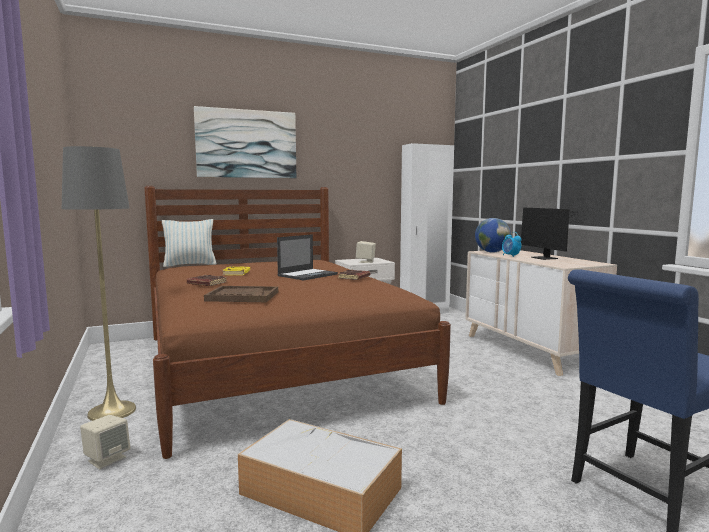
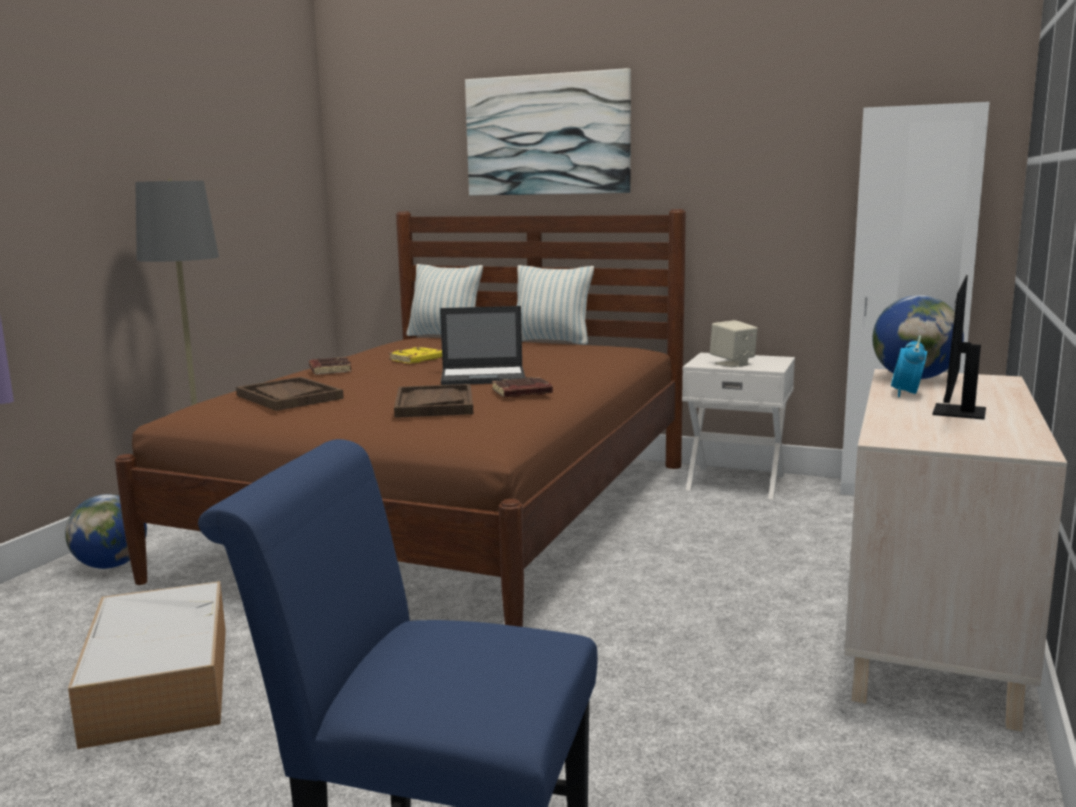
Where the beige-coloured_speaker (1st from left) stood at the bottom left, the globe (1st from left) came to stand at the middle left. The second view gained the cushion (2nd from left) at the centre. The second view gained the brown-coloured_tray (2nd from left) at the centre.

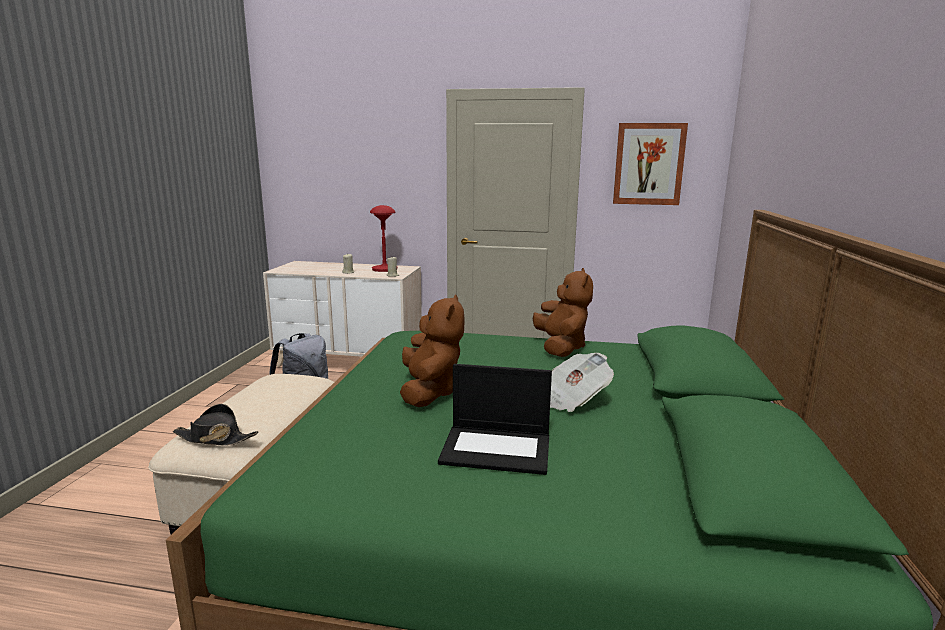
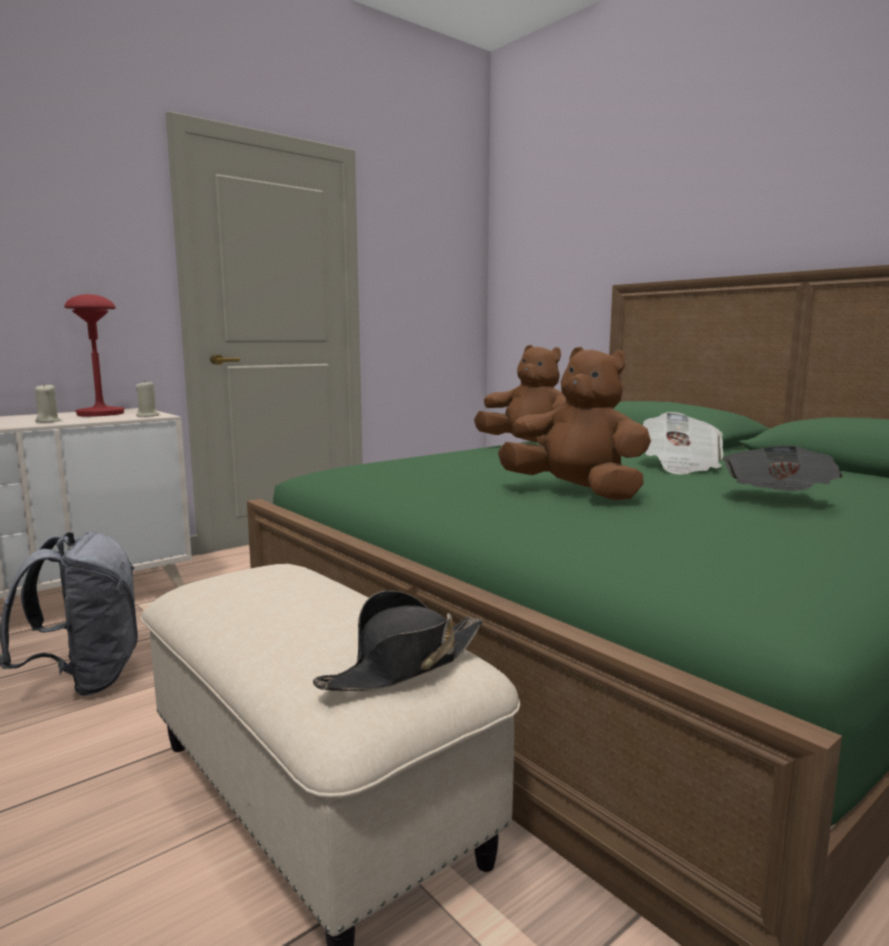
The second view lost the wall_art at the top right. Where the portable_computer stood at the centre, the printed_paper (2nd from left) came to stand at the middle right.

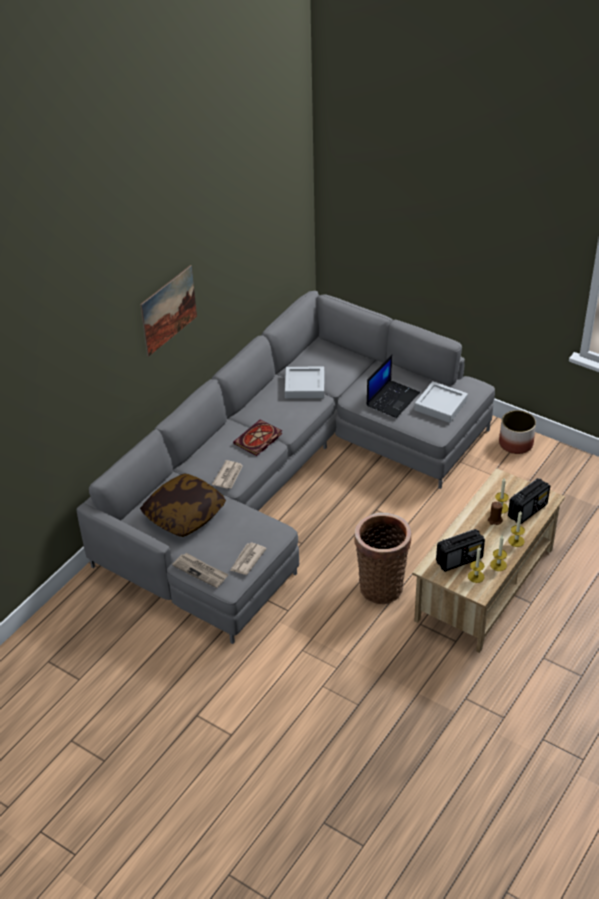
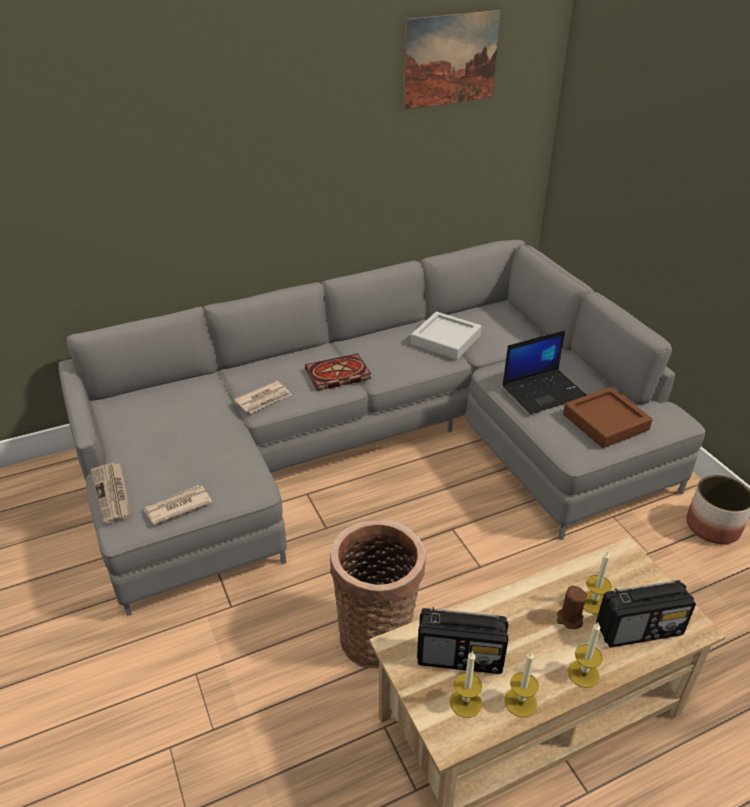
The wall_art ended up elsewhere, having gone from the middle left to the top centre. What was the greyish_tray (2nd from left) at the middle right turned into the brown-coloured_tray at the middle right. The second view lost the cushion at the middle left.

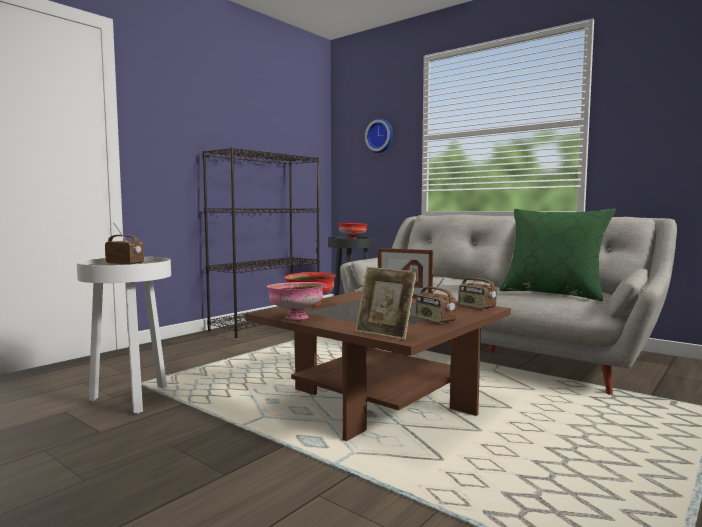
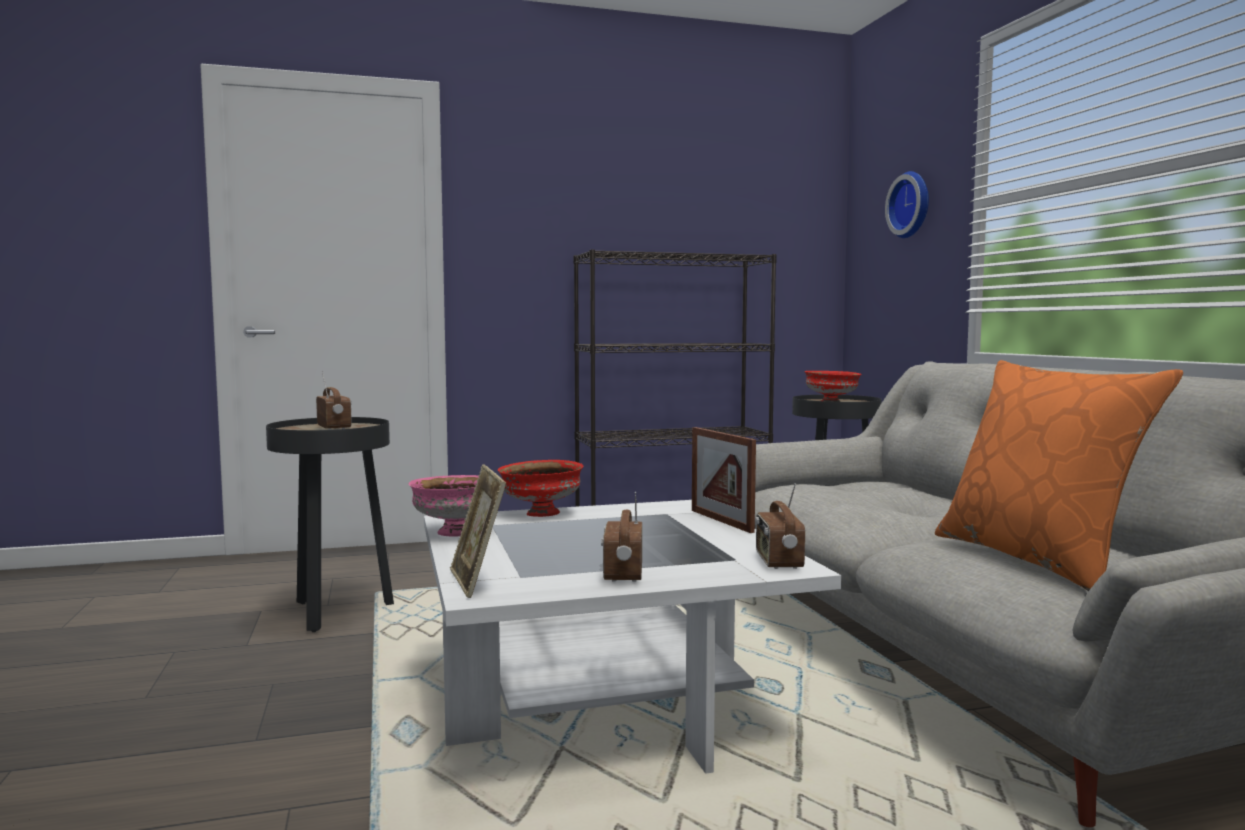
What was the greenish_cushion at the middle right turned into the orangey_cushion at the middle right. What was the white_end_table at the middle left turned into the black_end_table (1st from left) at the middle left. What was the brown-coloured_coffee_table at the bottom centre turned into the white_coffee_table at the bottom centre.

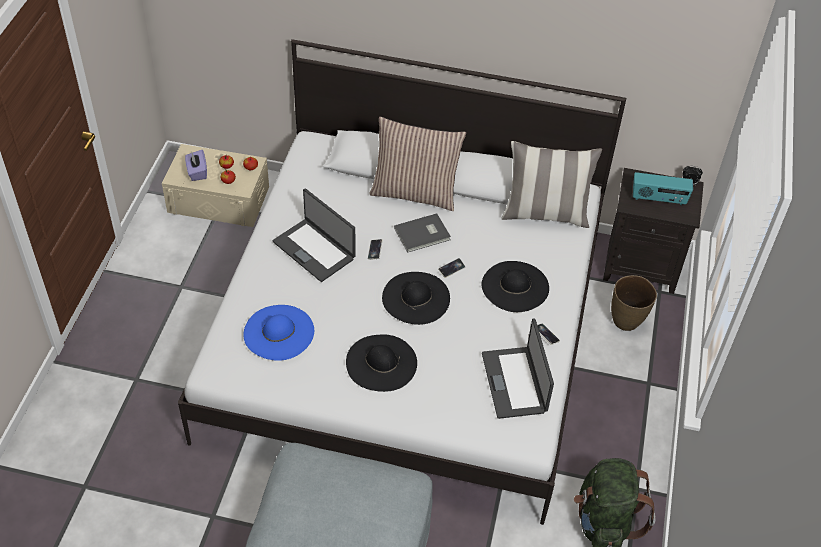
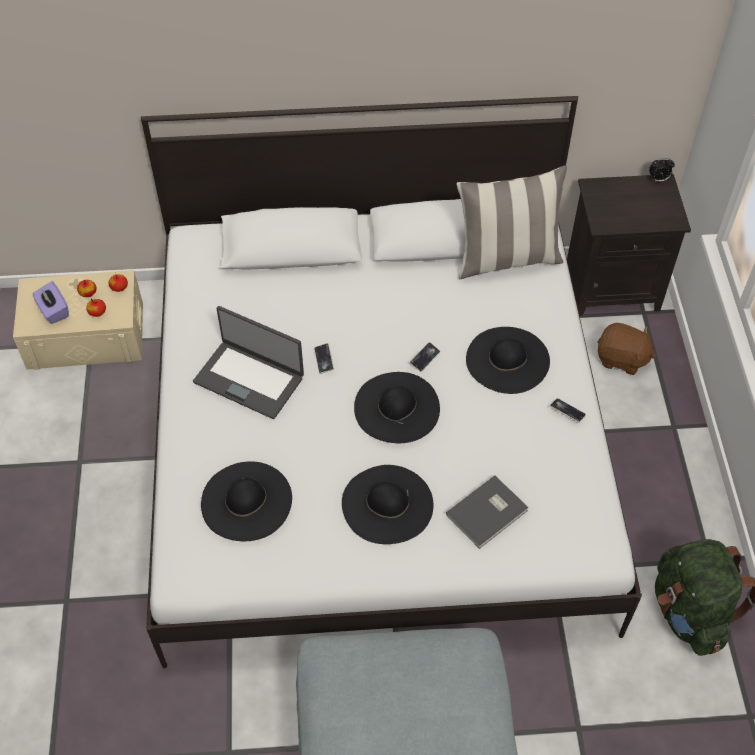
The second view lost the cushion (1st from left) at the top centre. The second view lost the radio at the middle right. The greyish_book ended up elsewhere, having gone from the centre to the bottom centre. Where the brown-coloured_vase stood at the middle right, the brown-coloured_soft_toy came to stand at the middle right. What was the bluish_wearable_hat at the centre turned into the black_wearable_hat (1st from left) at the middle left. The second view lost the portable_computer (2nd from left) at the bottom centre.

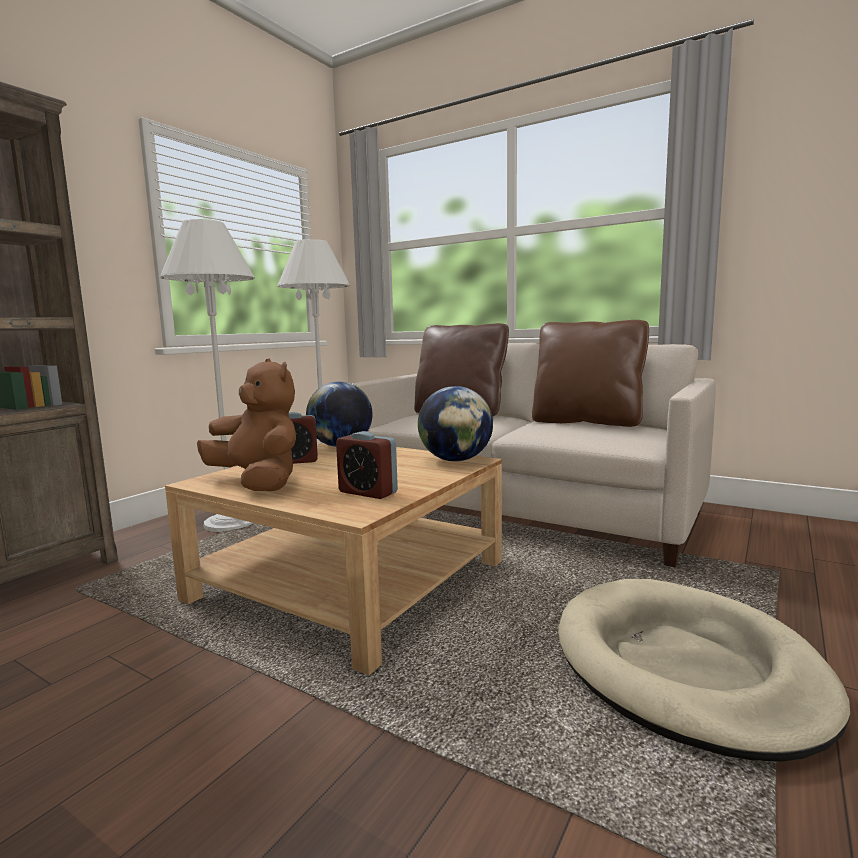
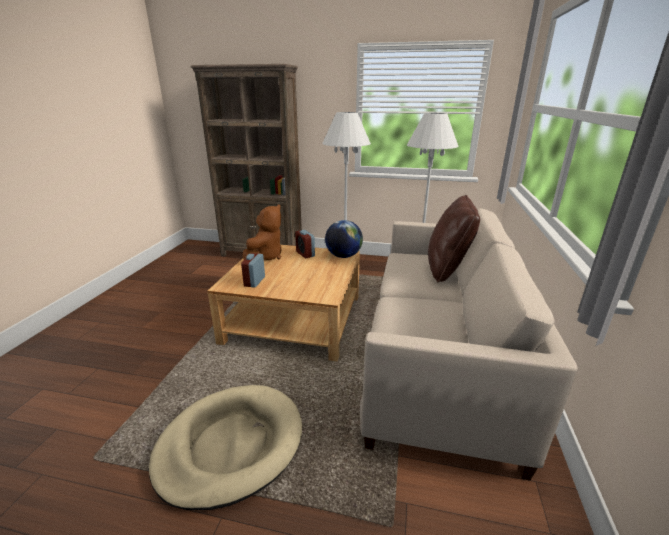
The second view lost the brown-coloured_cushion (2nd from left) at the middle right. The second view lost the globe (2nd from left) at the centre.

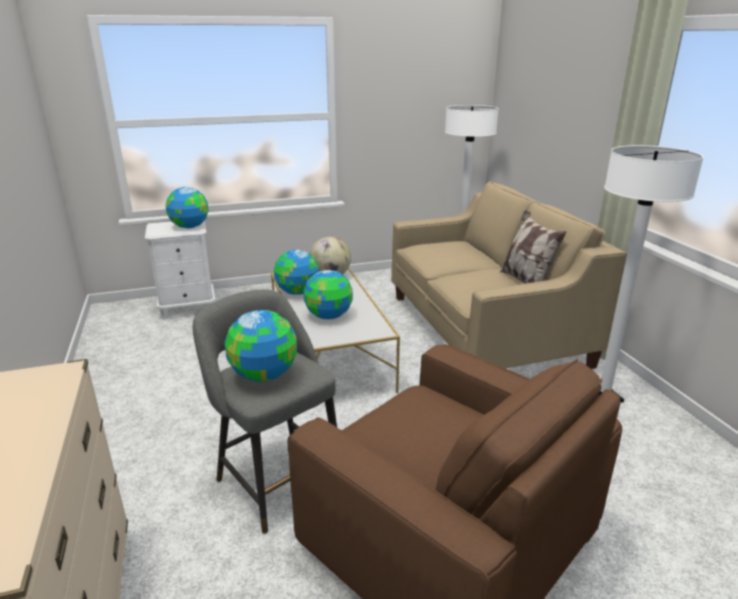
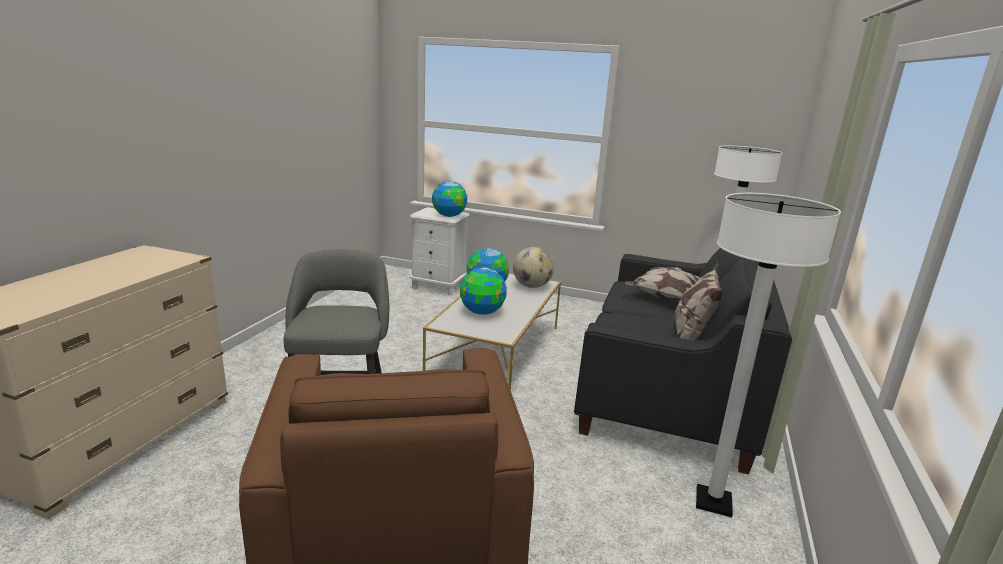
What was the beige-coloured_sofa at the middle right turned into the black_sofa at the middle right. The second view lost the globe (2nd from left) at the centre. The second view gained the cushion (1st from left) at the centre.

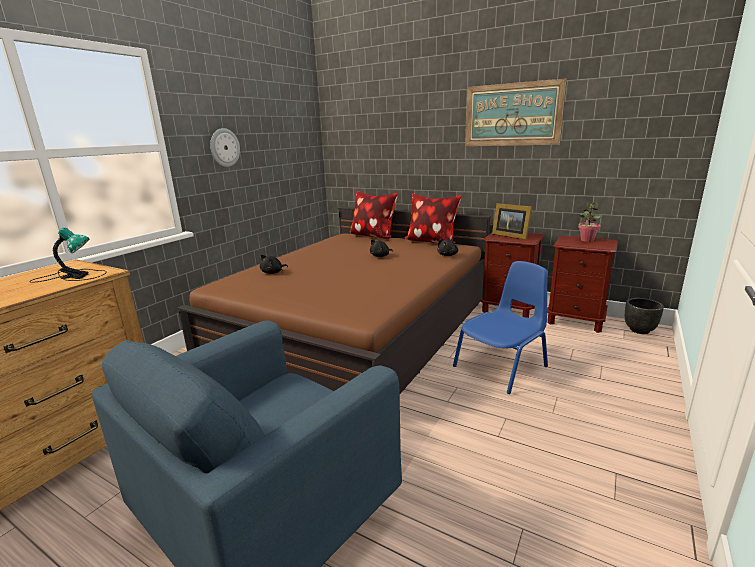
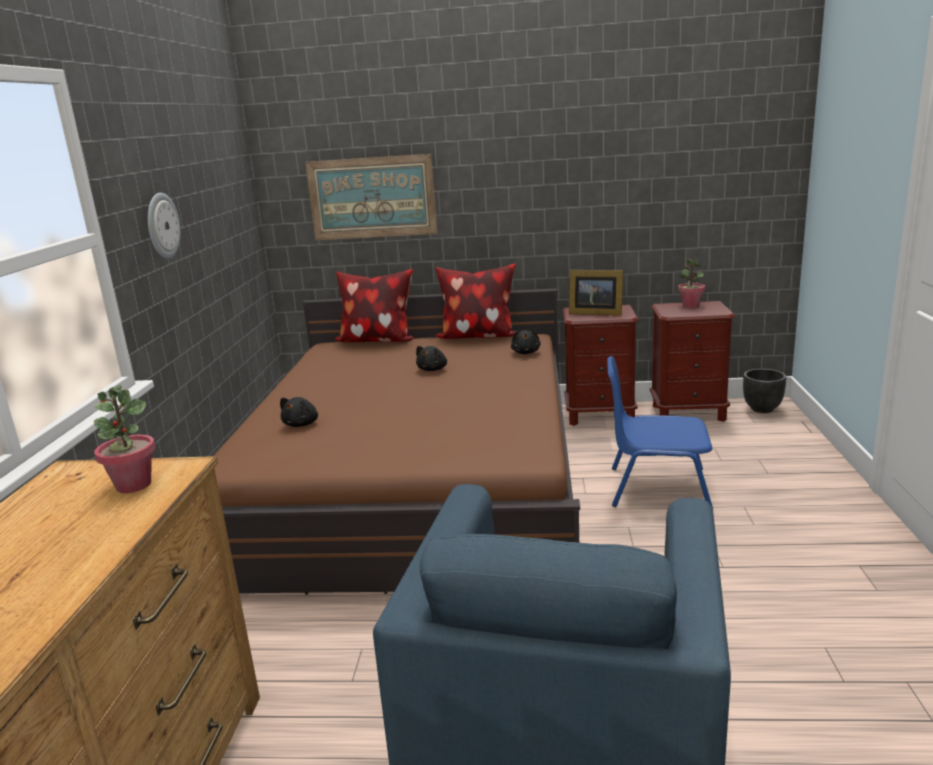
The wall_art ended up elsewhere, having gone from the top right to the top centre. Where the lamp_for_a_table stood at the middle left, the potted_plant (1st from left) came to stand at the middle left. The bluish_upright_chair at the centre ended up facing another way, 105 degrees counterclockwise from before.

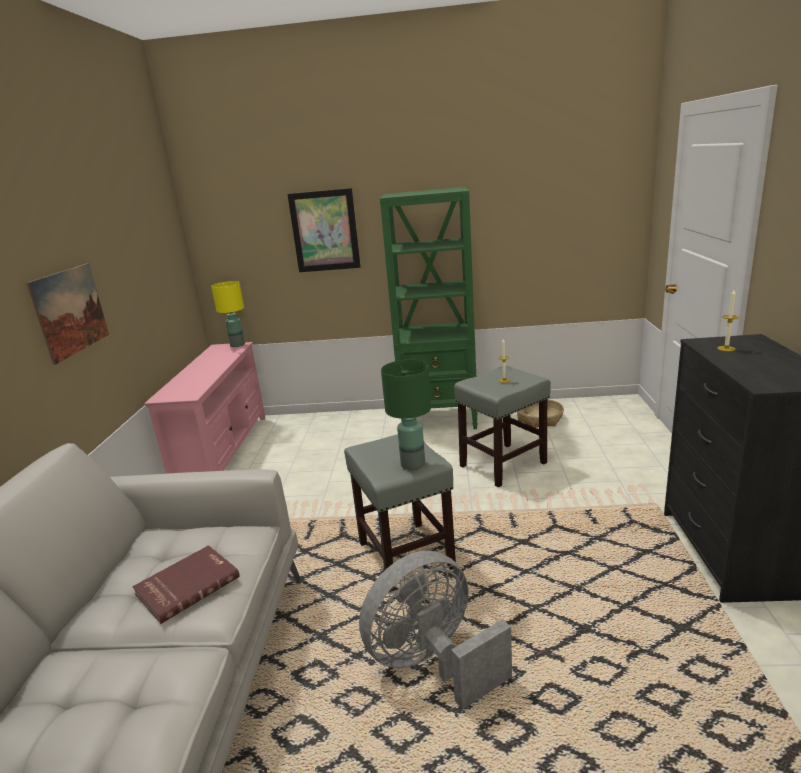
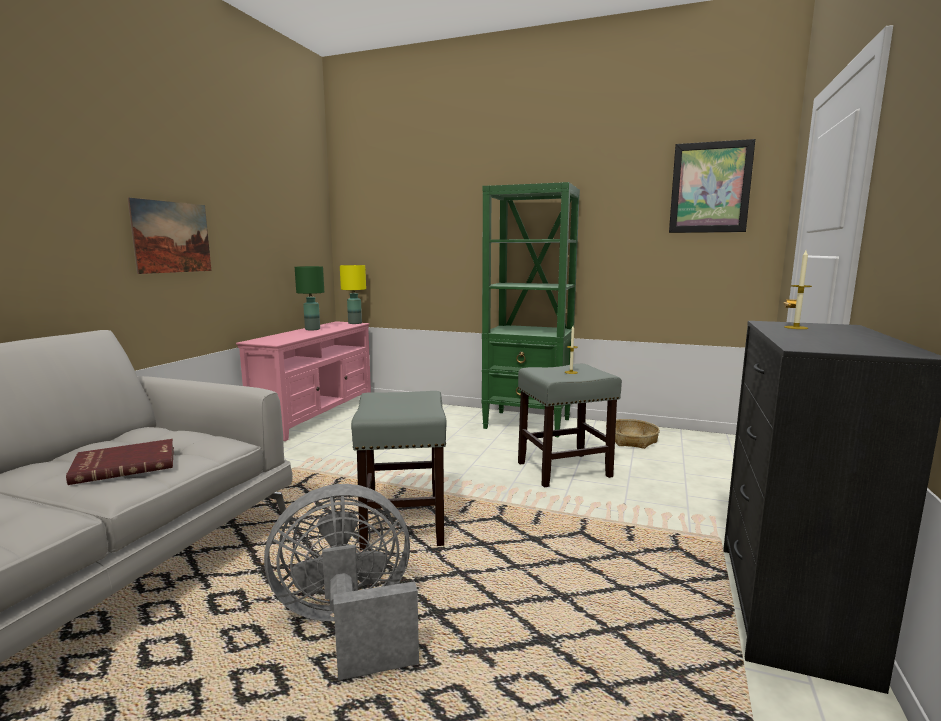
The wall_art (2nd from left) ended up elsewhere, having gone from the top centre to the top right. The greenish_lamp_for_a_table ended up elsewhere, having gone from the centre to the middle left.

